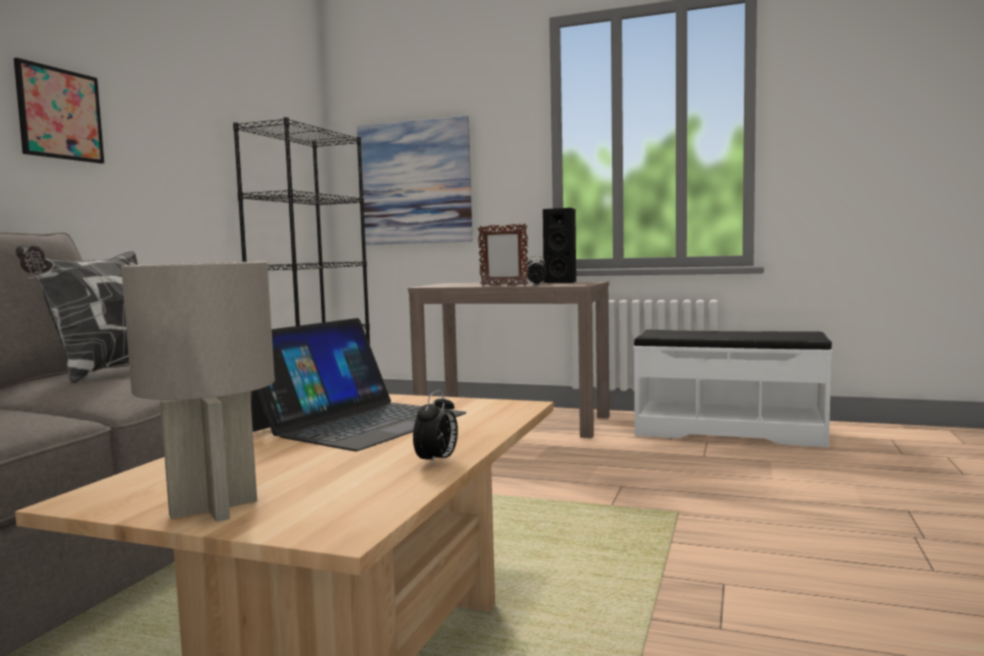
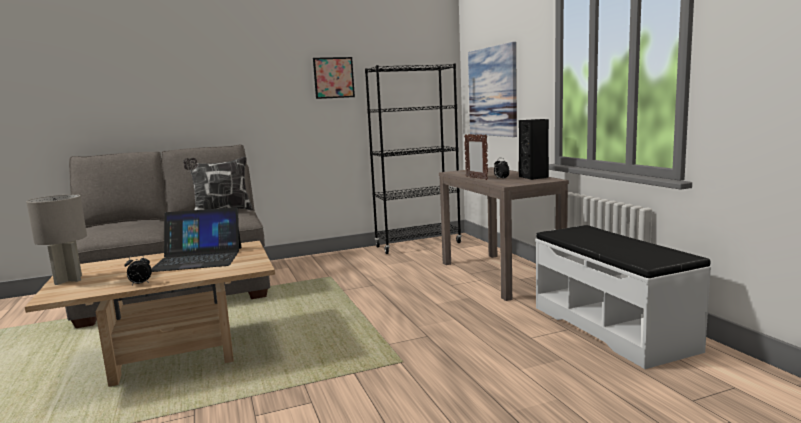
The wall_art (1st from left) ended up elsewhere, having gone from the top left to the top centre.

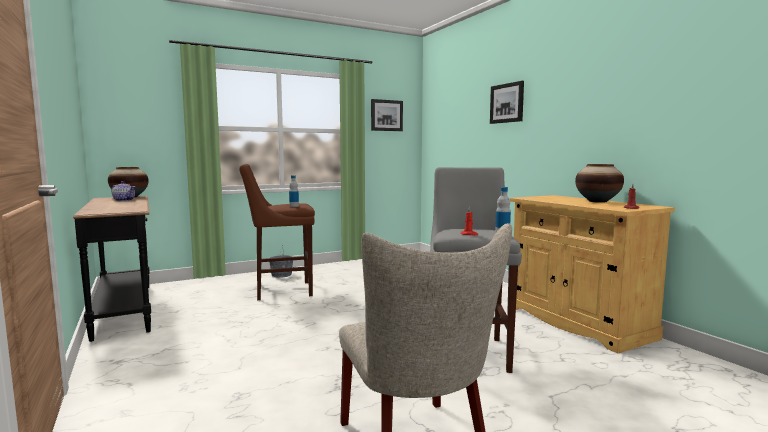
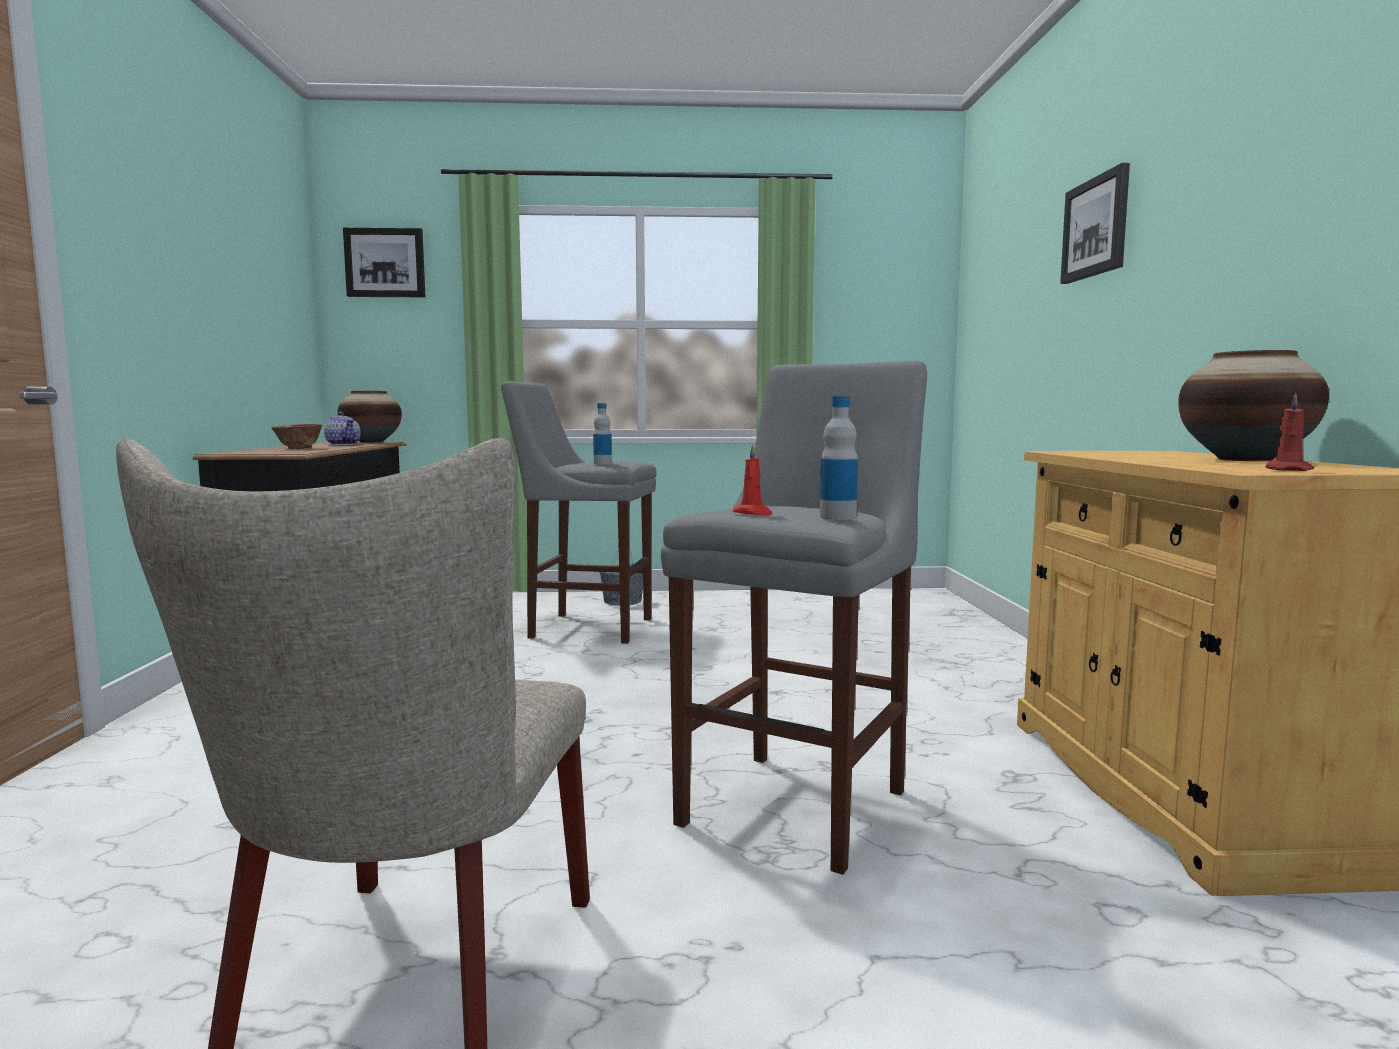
The wall_art (1st from left) ended up elsewhere, having gone from the top centre to the top left. What was the brown-coloured_sitting_stool at the centre turned into the greyish_sitting_stool (1st from left) at the centre. The second view gained the deep_dish at the middle left.

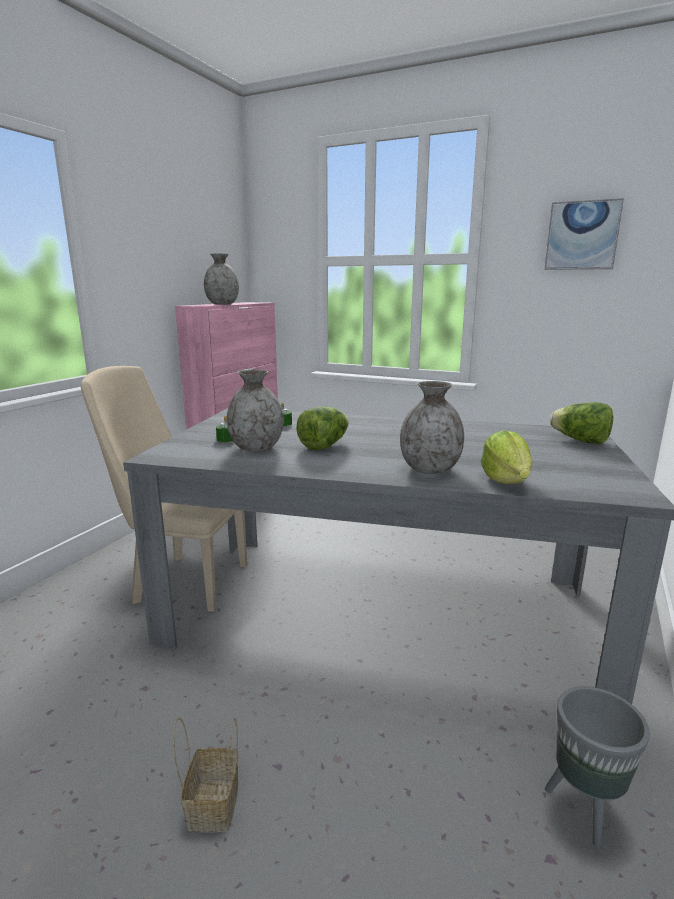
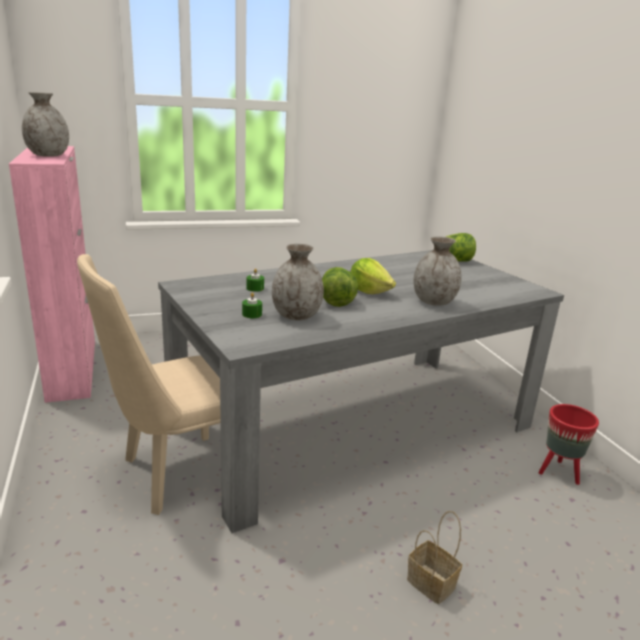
The second view lost the wall_art at the top right. The lettuce_head (2nd from left) ended up elsewhere, having gone from the middle right to the centre. What was the greyish_plant_pot at the bottom right turned into the red-coloured_plant_pot at the bottom right.

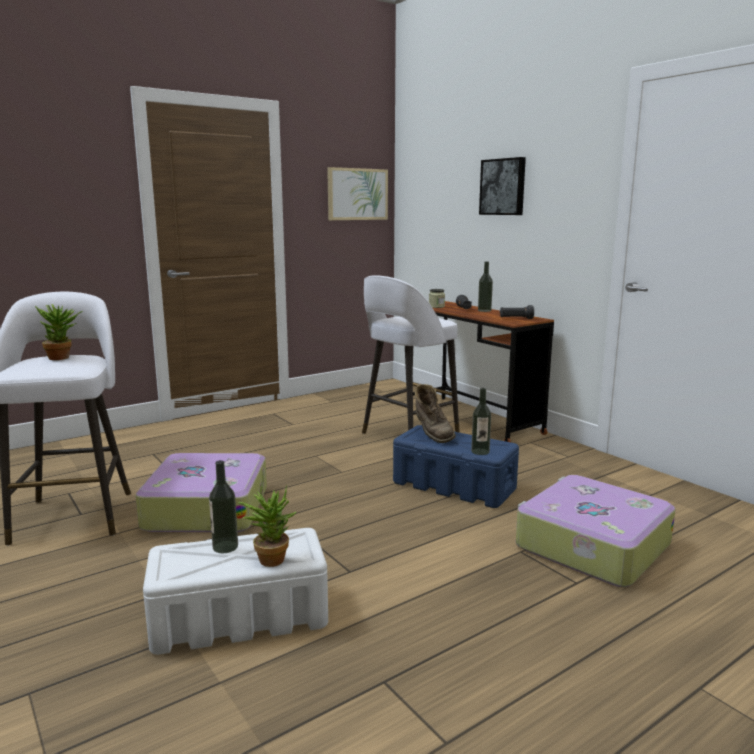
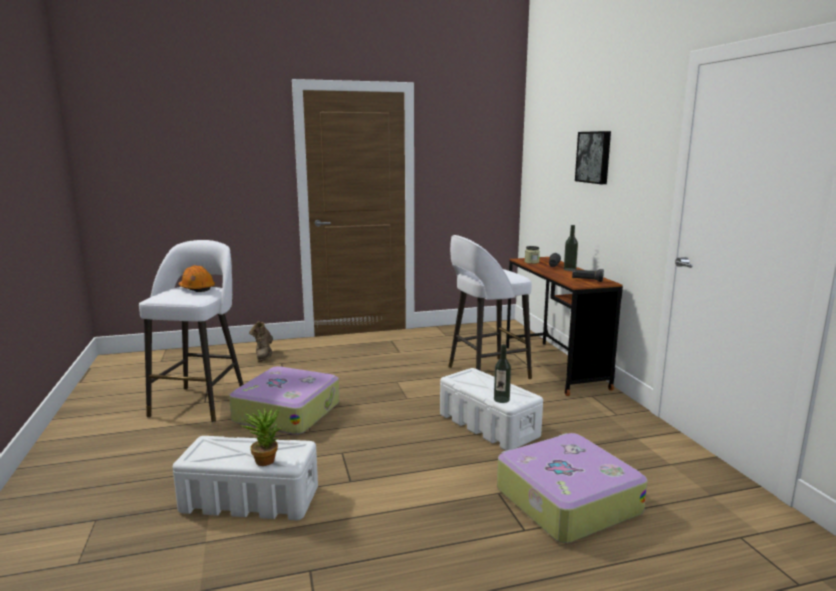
The second view lost the wall_art (1st from left) at the top centre. Where the potted_plant (1st from left) stood at the middle left, the orangey_hard_hat came to stand at the middle left. The brown-coloured_high-top_boot ended up elsewhere, having gone from the centre to the middle left. What was the bluish_storage_container at the centre turned into the white_storage_container (2nd from left) at the bottom centre. The second view lost the drink_bottle (1st from left) at the bottom left.

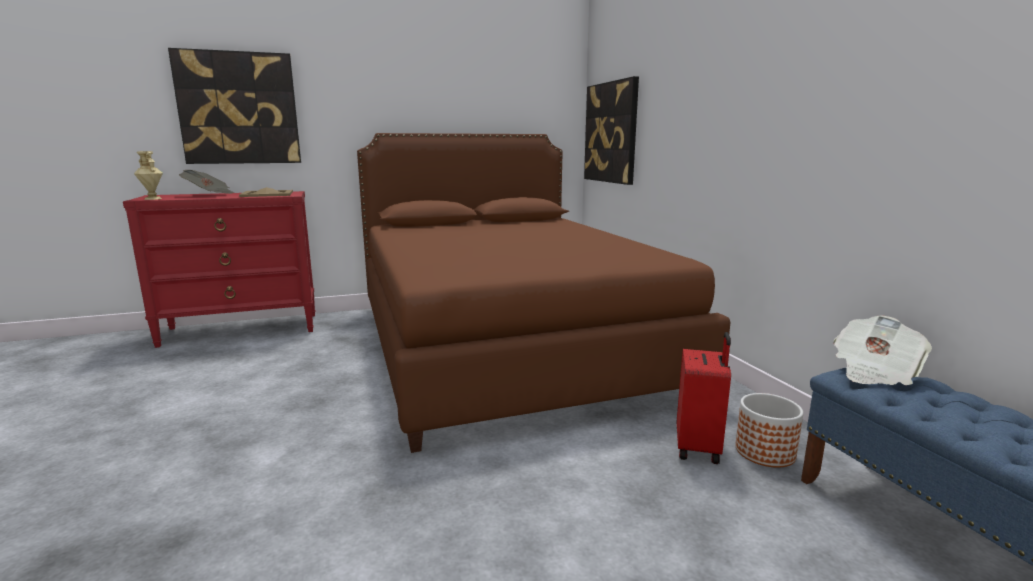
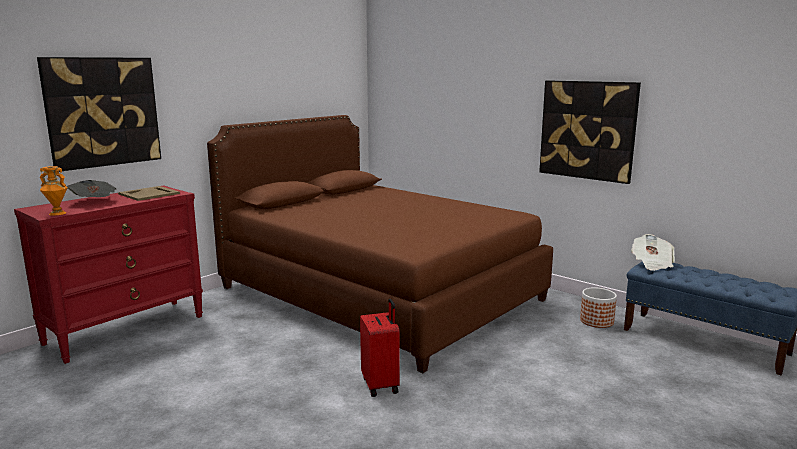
The wall_art (2nd from left) ended up elsewhere, having gone from the top centre to the top right. What was the beige-coloured_vase at the top left turned into the orangey_vase at the middle left. The red-coloured_suitcase ended up elsewhere, having gone from the bottom right to the bottom centre.

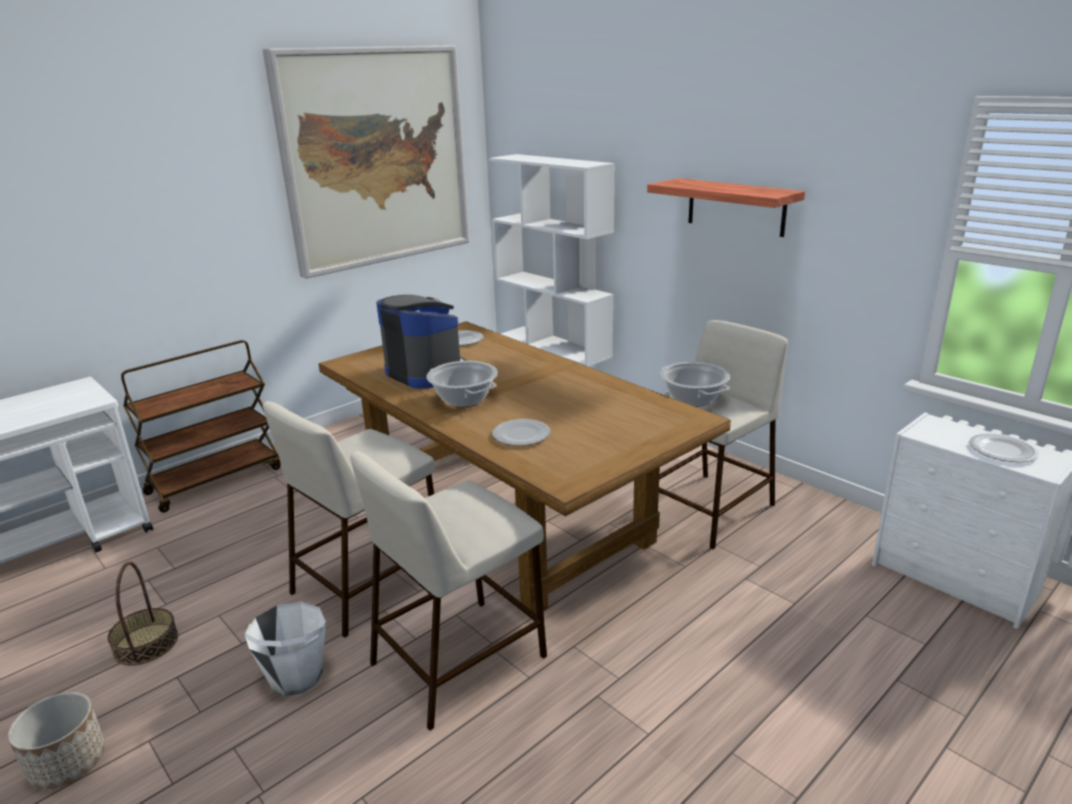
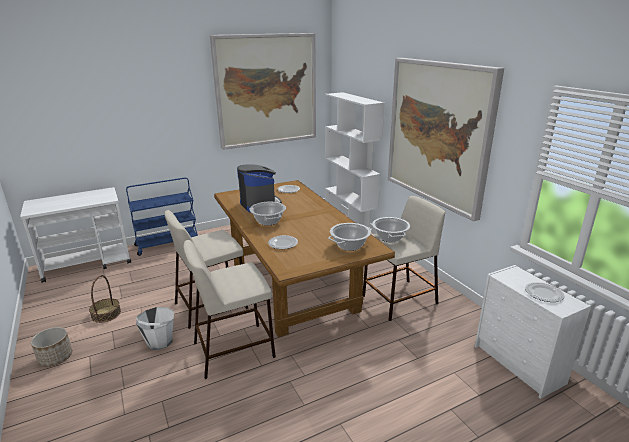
Where the wall_shelf hung at the top right, the wall_art (2nd from left) came to hang at the top right. What was the brown-coloured_cart at the middle left turned into the bluish_cart at the middle left. The second view gained the stockpot (2nd from left) at the centre.

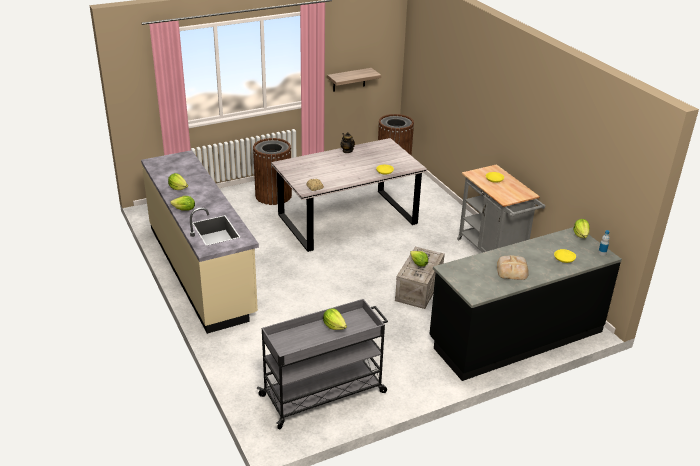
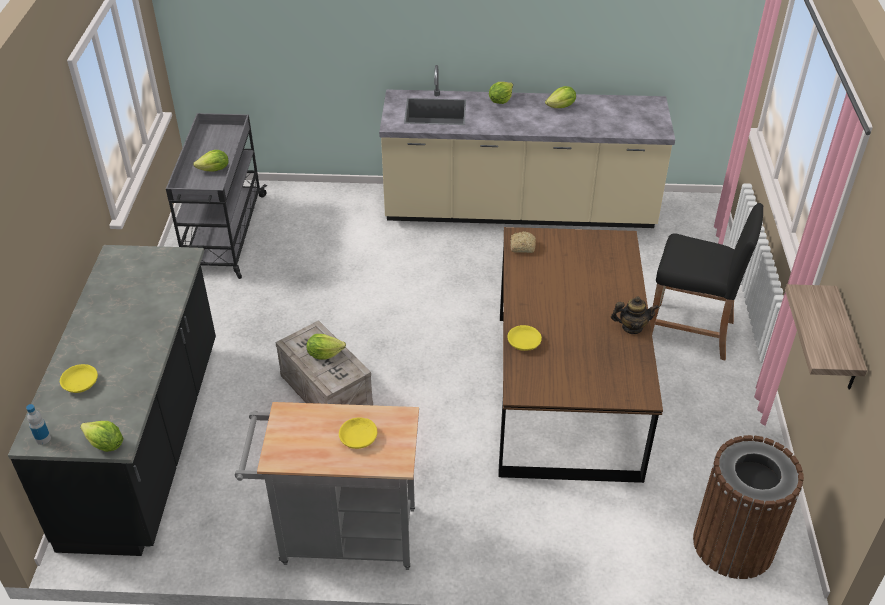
Where the brown-coloured_rubbish_bin (1st from left) stood at the centre, the black_sitting_stool came to stand at the middle right. What was the greyish_kitchen_table at the centre turned into the brown-coloured_kitchen_table at the centre. The second view lost the bakery_bread (2nd from left) at the middle right.

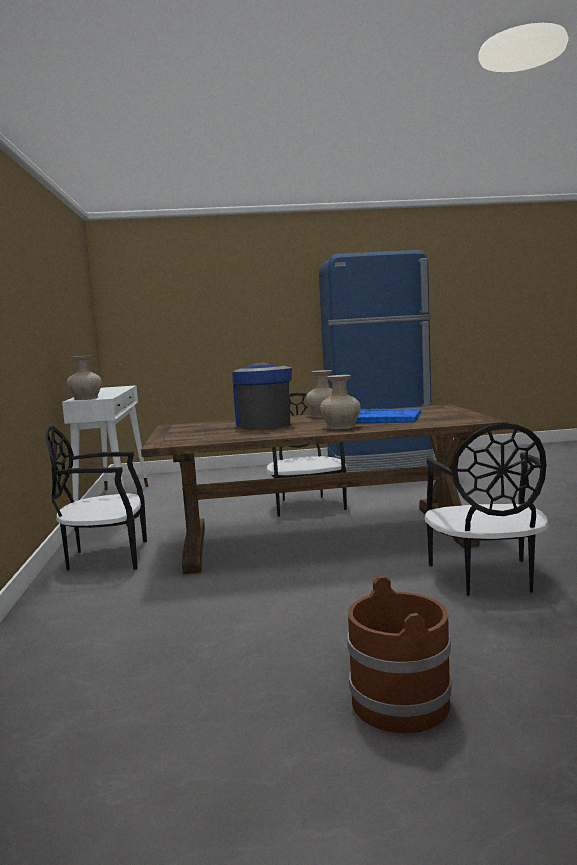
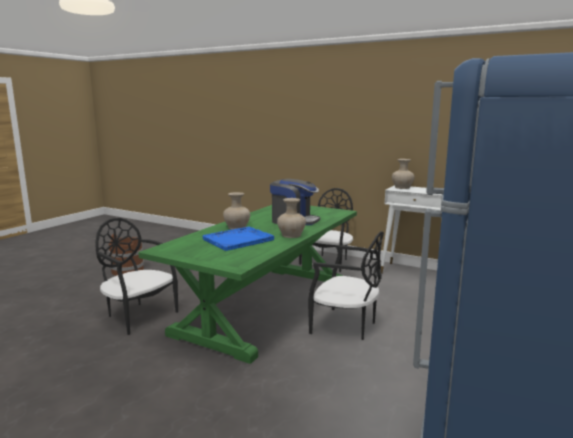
What was the brown-coloured_kitchen_table at the centre turned into the greenish_kitchen_table at the centre.

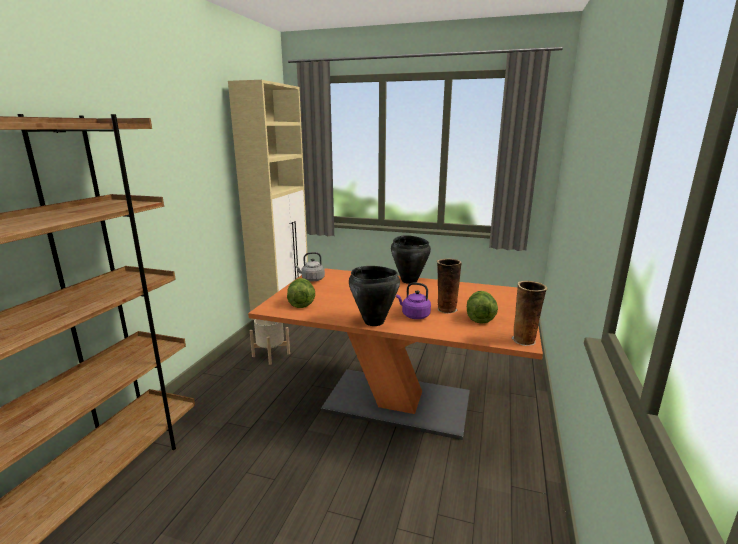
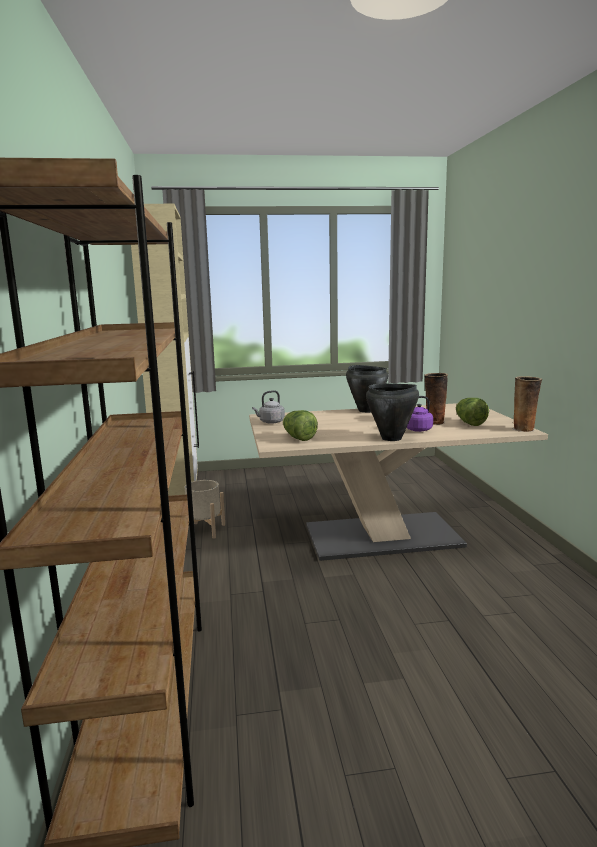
What was the orangey_kitchen_table at the centre turned into the beige-coloured_kitchen_table at the middle right.

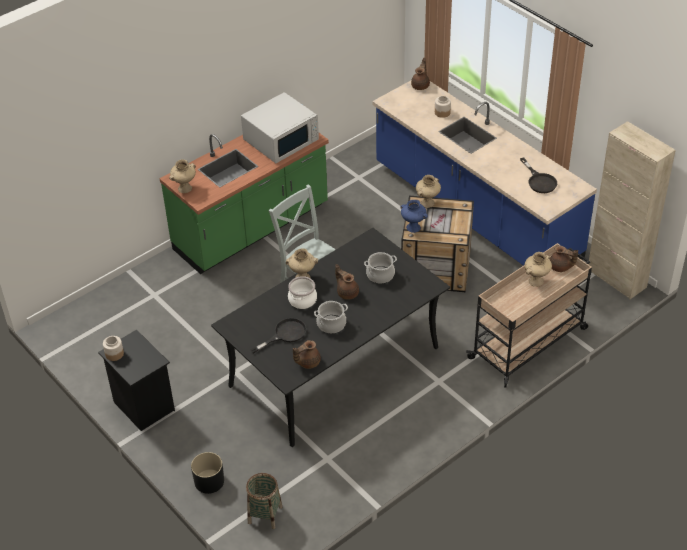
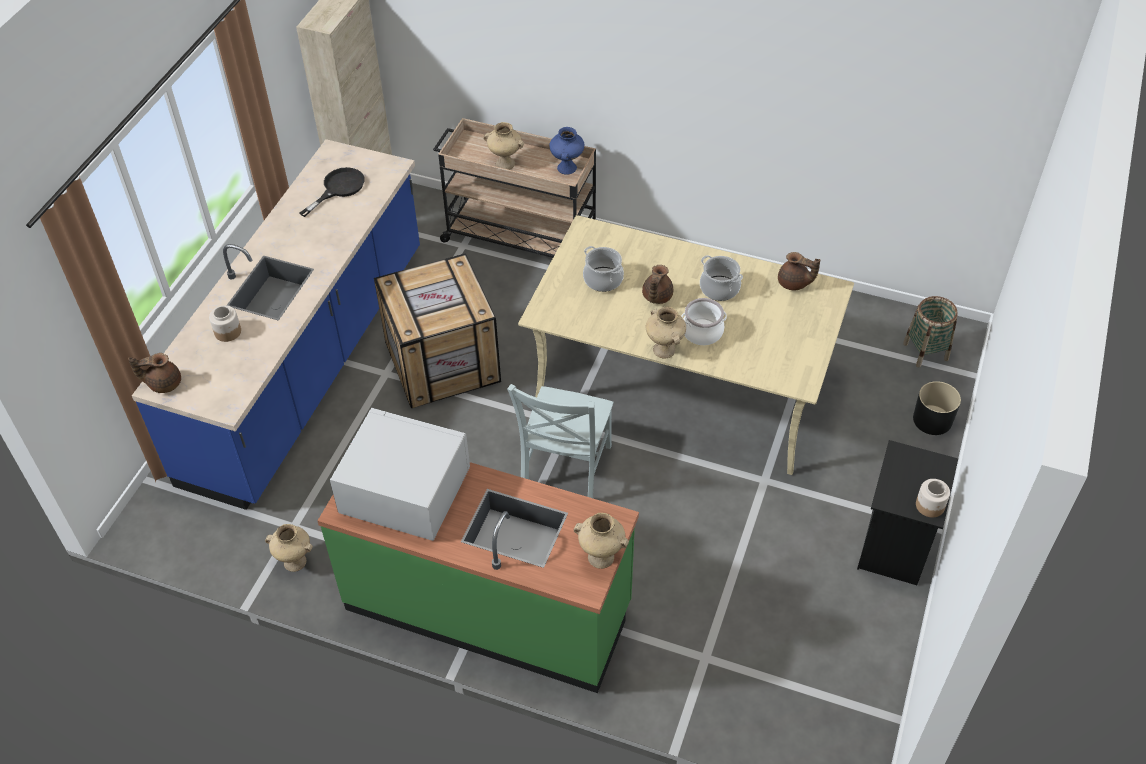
The beige-coloured_vase (3rd from left in the first image) ended up elsewhere, having gone from the centre to the bottom left. The bluish_vase ended up elsewhere, having gone from the centre to the top centre. What was the black_kitchen_table at the centre turned into the beige-coloured_kitchen_table at the centre. The second view lost the brown-coloured_teapot (4th from left) at the middle right. The second view lost the black_frying_pan (1st from left) at the centre.

